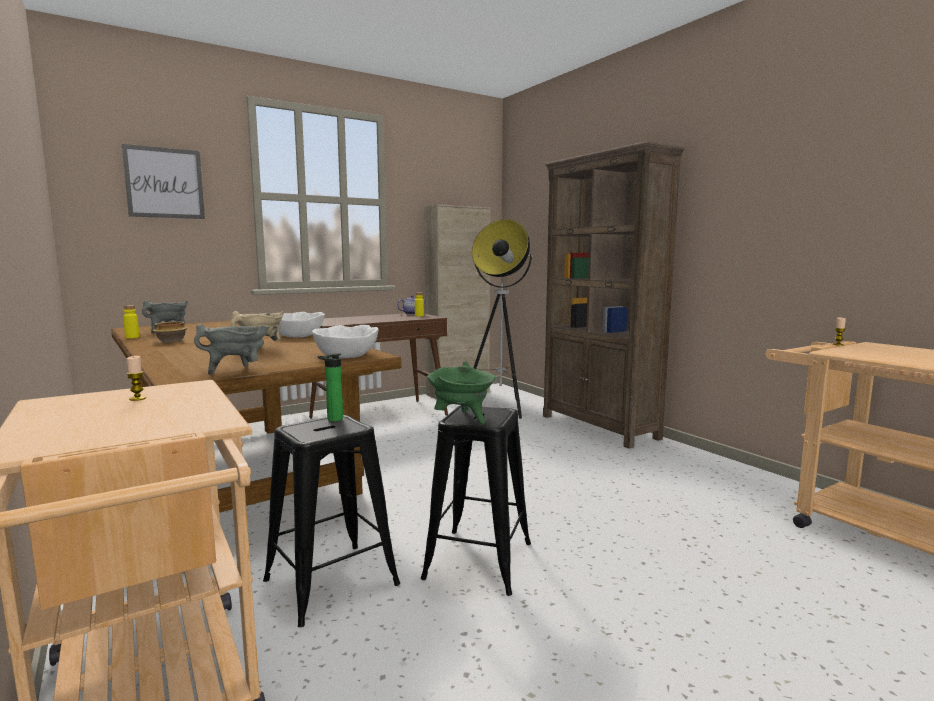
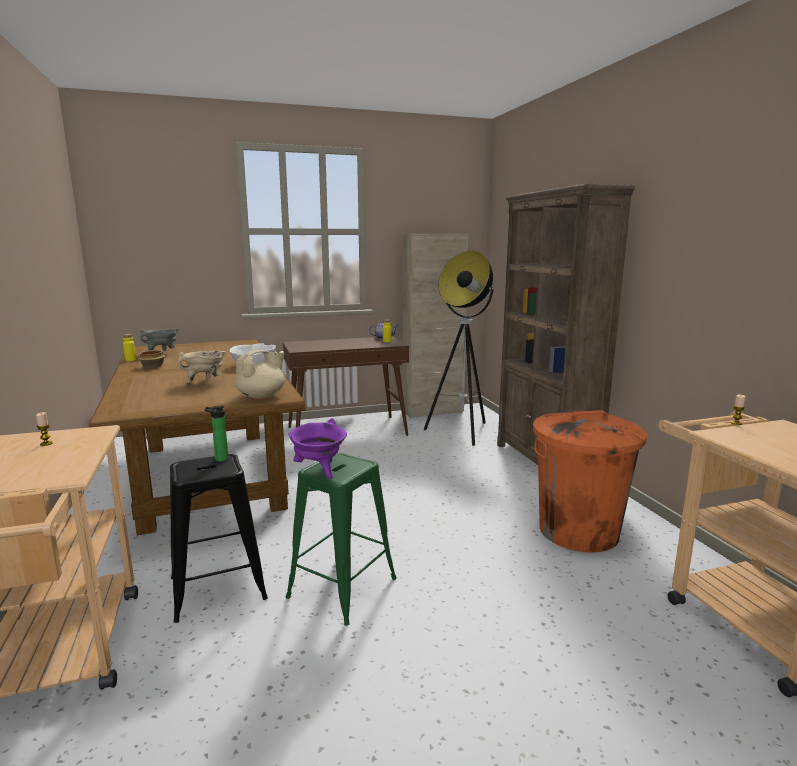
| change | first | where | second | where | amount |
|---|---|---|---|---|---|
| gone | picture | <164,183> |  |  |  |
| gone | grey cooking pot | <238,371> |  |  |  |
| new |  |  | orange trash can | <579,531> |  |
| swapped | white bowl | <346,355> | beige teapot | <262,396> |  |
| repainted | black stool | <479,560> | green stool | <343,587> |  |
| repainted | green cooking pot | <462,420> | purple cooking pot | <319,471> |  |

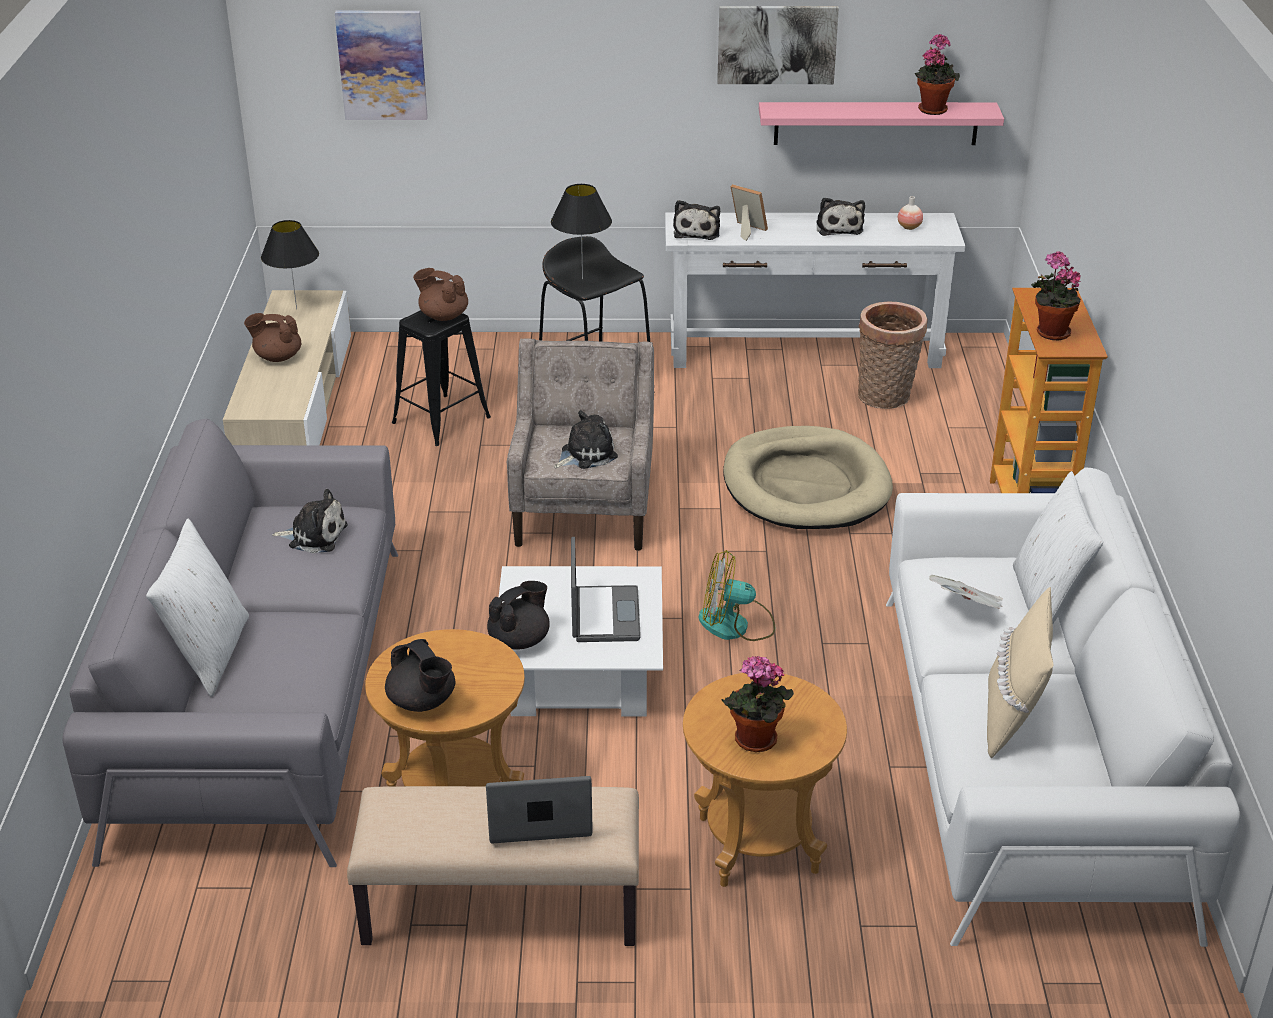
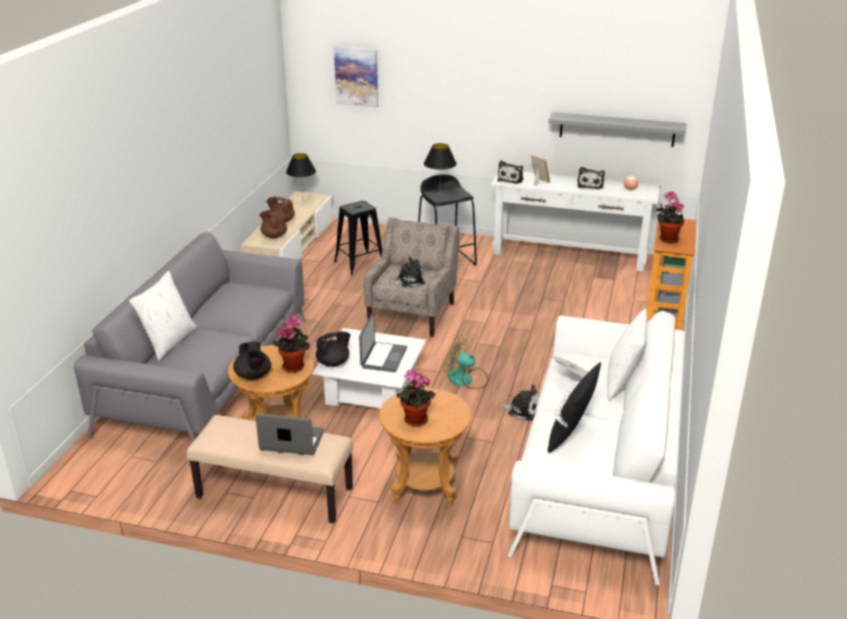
| change | first | where | second | where | amount |
|---|---|---|---|---|---|
| gone | picture | <777,44> |  |  |  |
| gone | beige dog bed | <805,485> |  |  |  |
| gone | basket | <886,398> |  |  |  |
| shifted | plush toy | <314,535> |  | <522,409> |  |
| shifted | brown teapot | <443,316> |  | <274,236> |  |
| shifted | potted plant | <932,109> |  | <294,366> |  |
| repainted | pink shelf | <876,123> | grey shelf | <617,129> |  |
| repainted | beige pillow | <1012,718> | black pillow | <571,435> |  |

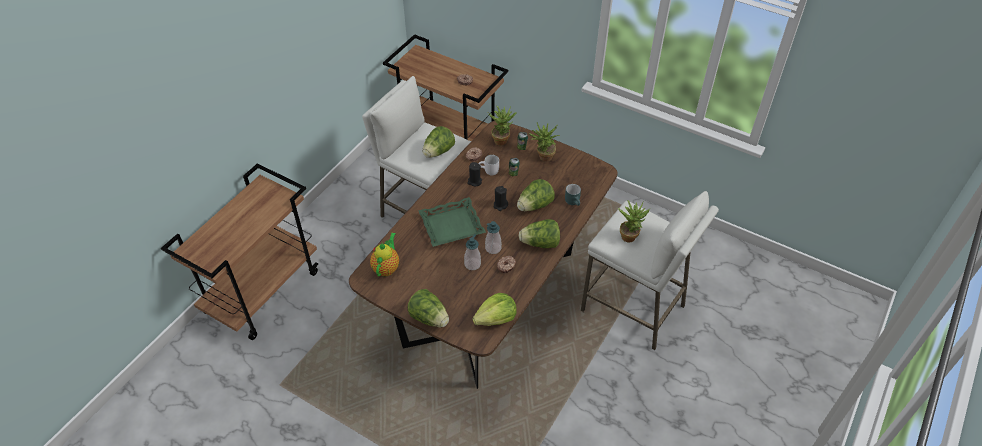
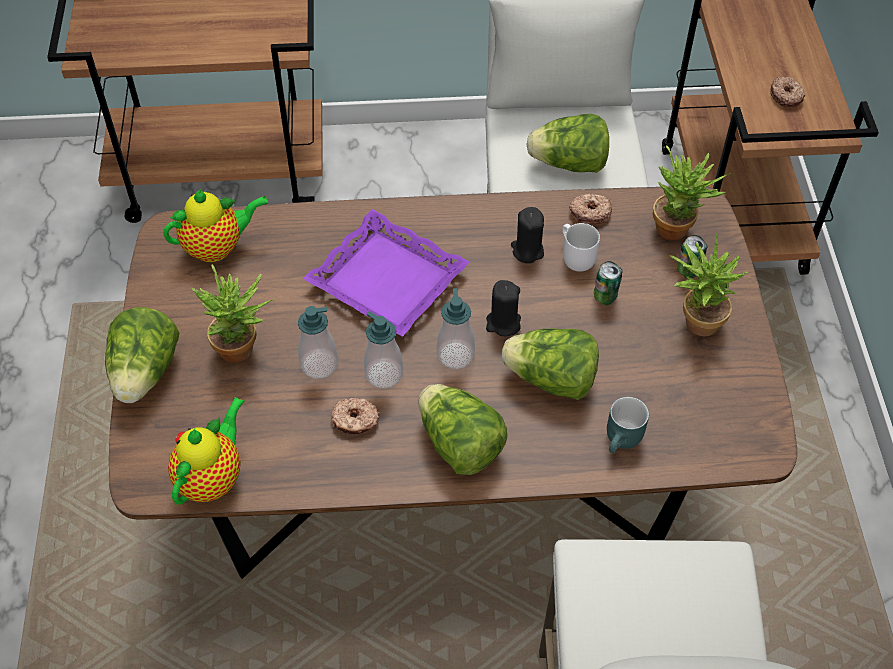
| change | first | where | second | where | amount |
|---|---|---|---|---|---|
| new |  |  | soap dispenser | <455,355> |  |
| shifted | potted plant | <630,235> |  | <243,349> |  |
| swapped | lettuce | <496,319> | teapot | <213,477> |  |
| repainted | green tray | <452,226> | purple tray | <386,281> |  |

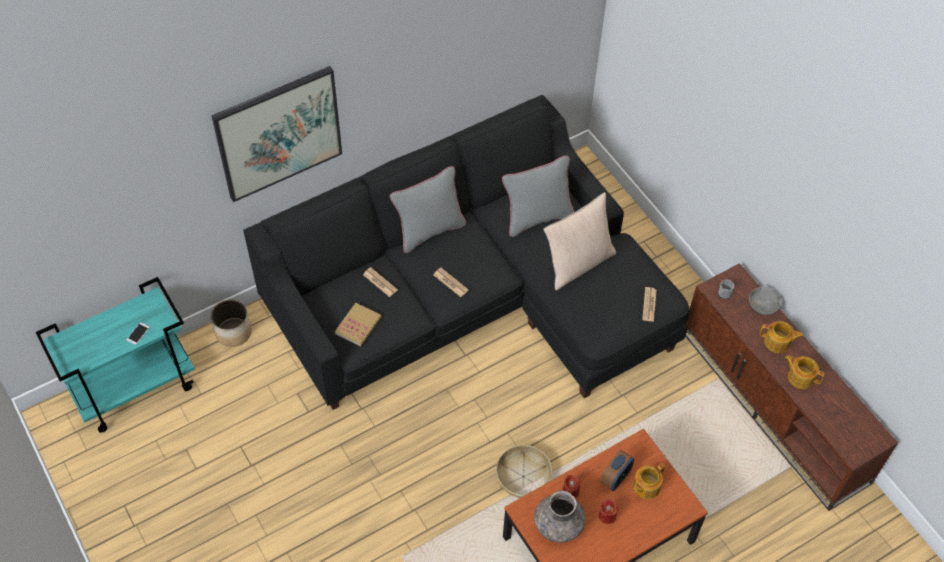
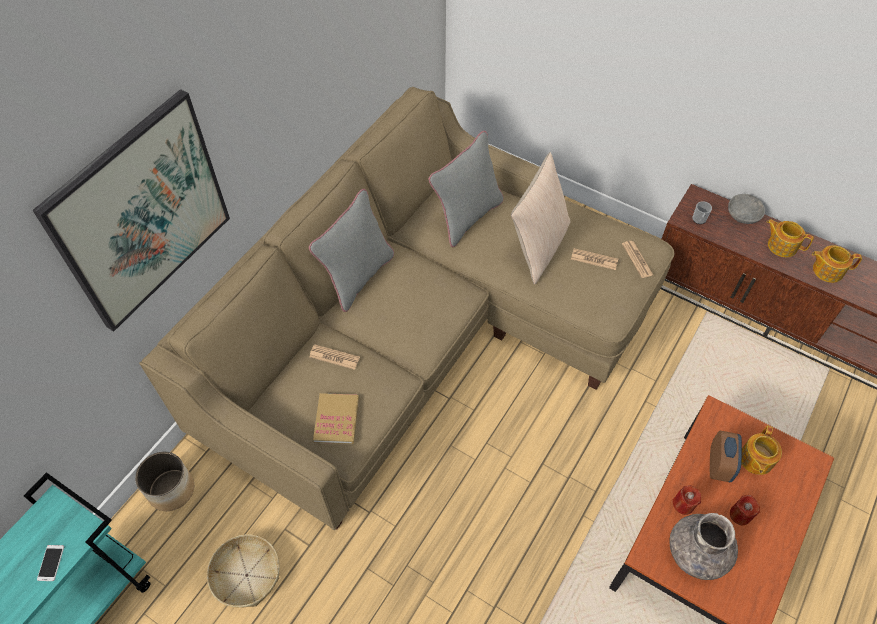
| change | first | where | second | where | amount |
|---|---|---|---|---|---|
| shifted | newspaper | <450,282> |  | <594,259> |  |
| shifted | basket | <523,476> |  | <247,575> |  |
| repainted | black sofa | <473,299> | beige sofa | <424,335> |  |
| rotated | teapot | <777,342> |  | <781,245> | 135 degrees counterclockwise |

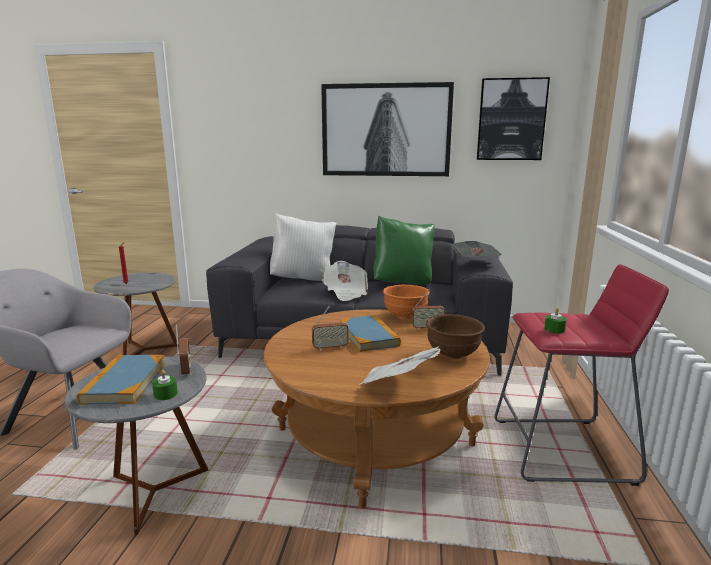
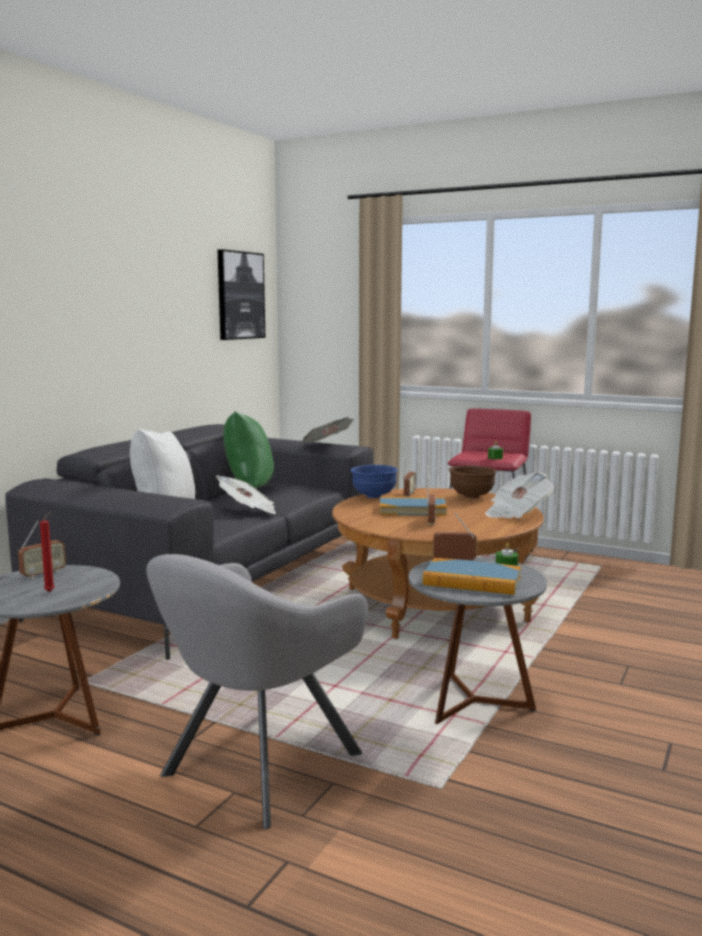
| change | first | where | second | where | amount |
|---|---|---|---|---|---|
| gone | picture | <385,130> |  |  |  |
| new |  |  | radio | <43,574> |  |
| repainted | orange bowl | <405,316> | blue bowl | <373,496> |  |

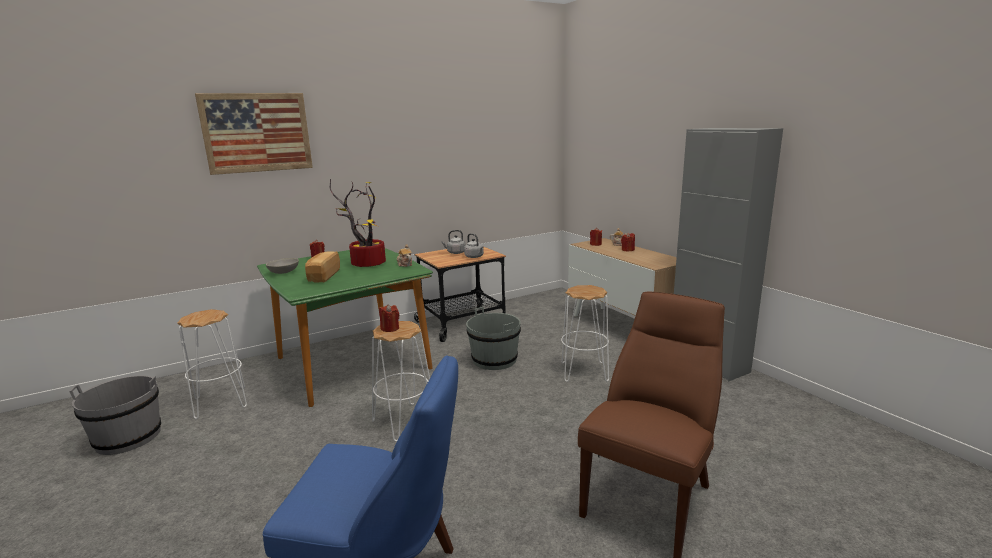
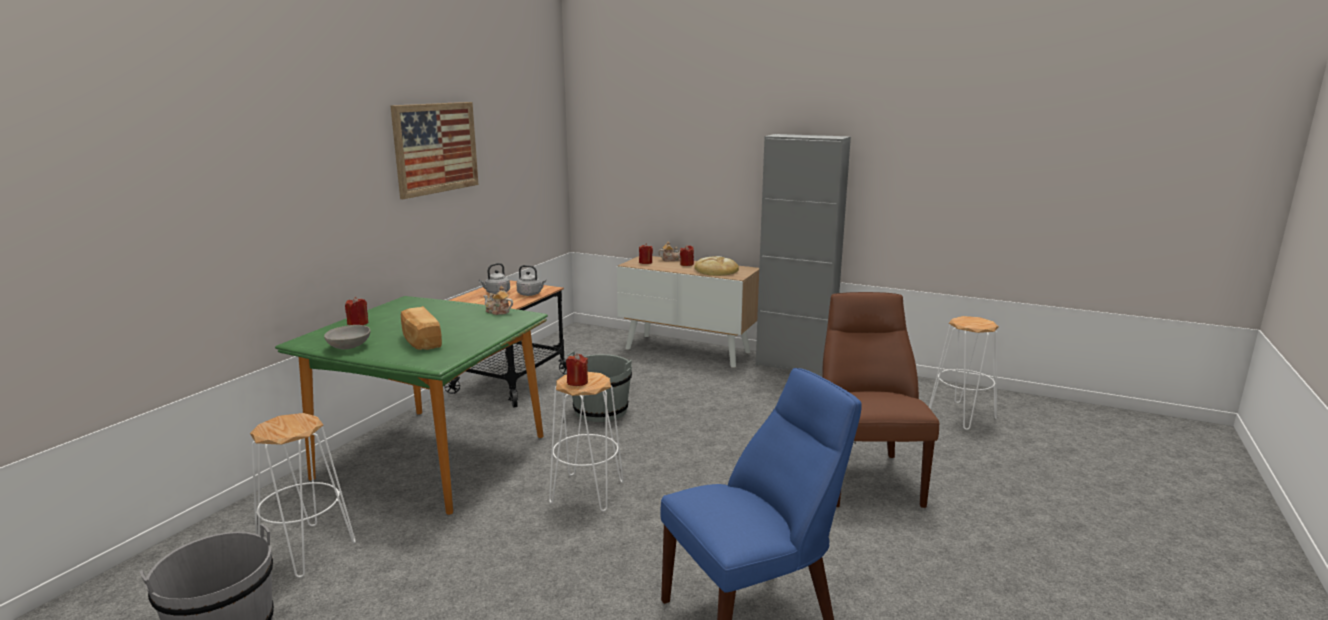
| change | first | where | second | where | amount |
|---|---|---|---|---|---|
| gone | potted plant | <365,264> |  |  |  |
| new |  |  | bread | <716,270> |  |
| shifted | picture | <257,133> |  | <436,148> |  |
| shifted | white stool | <583,372> |  | <961,416> |  |

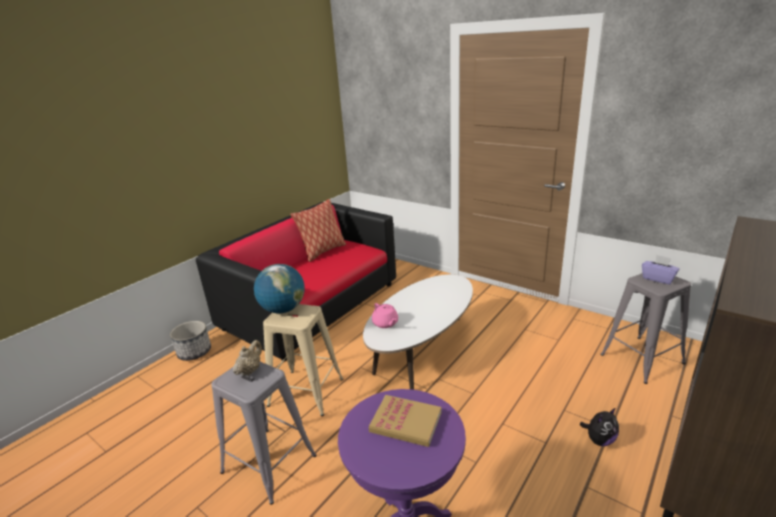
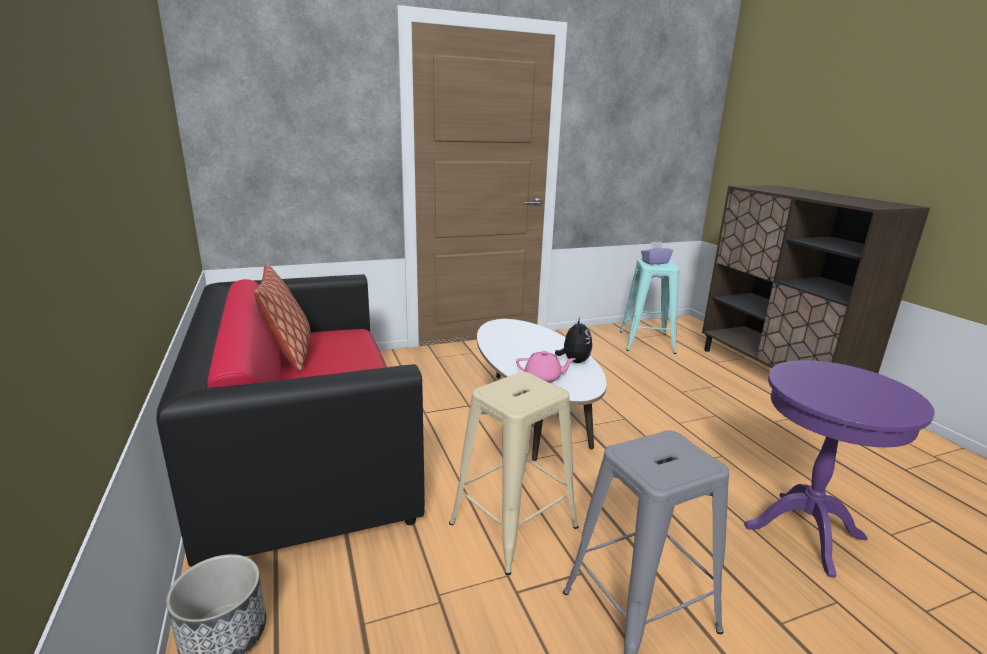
| change | first | where | second | where | amount |
|---|---|---|---|---|---|
| gone | beige teapot | <250,370> |  |  |  |
| gone | globe | <283,309> |  |  |  |
| gone | book | <405,422> |  |  |  |
| shifted | plush toy | <599,440> |  | <574,361> |  |
| repainted | grey stool | <642,359> | turquoise stool | <646,342> |  |

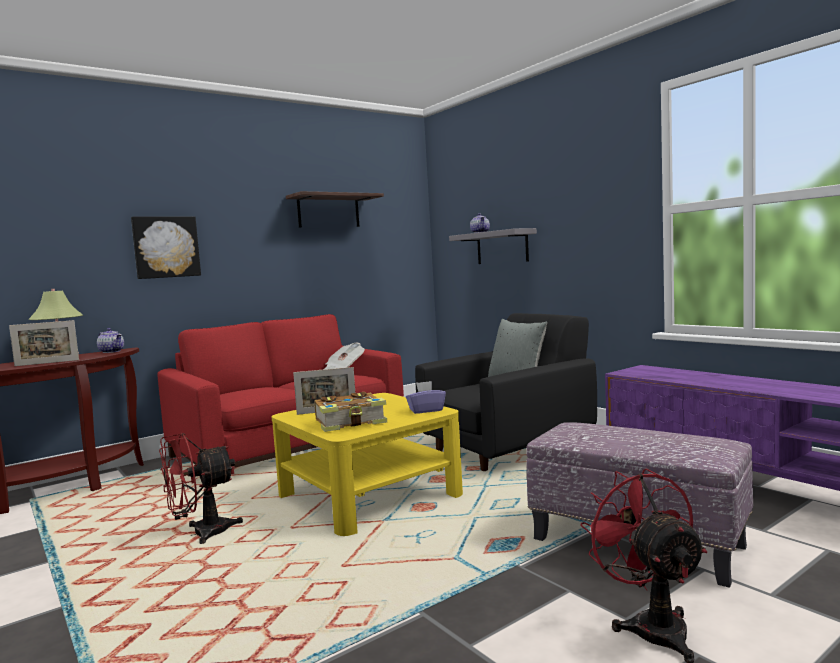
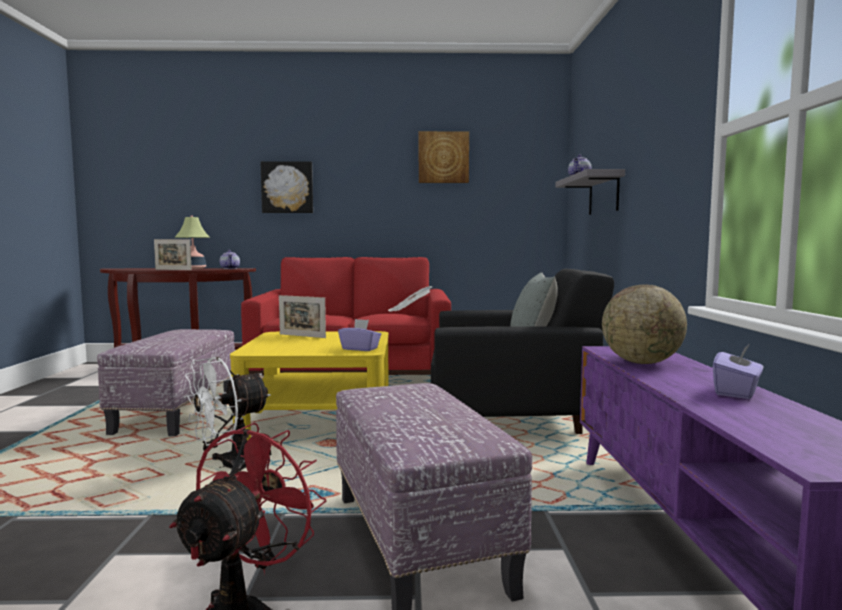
| change | first | where | second | where | amount |
|---|---|---|---|---|---|
| gone | book | <351,422> |  |  |  |
| new |  |  | white fan | <229,466> |  |
| new |  |  | globe | <641,362> |  |
| new |  |  | purple tissue box | <737,392> |  |
| swapped | red fan | <201,534> | ottoman | <177,414> |  |
| swapped | shelf | <328,211> | picture | <443,157> |  |

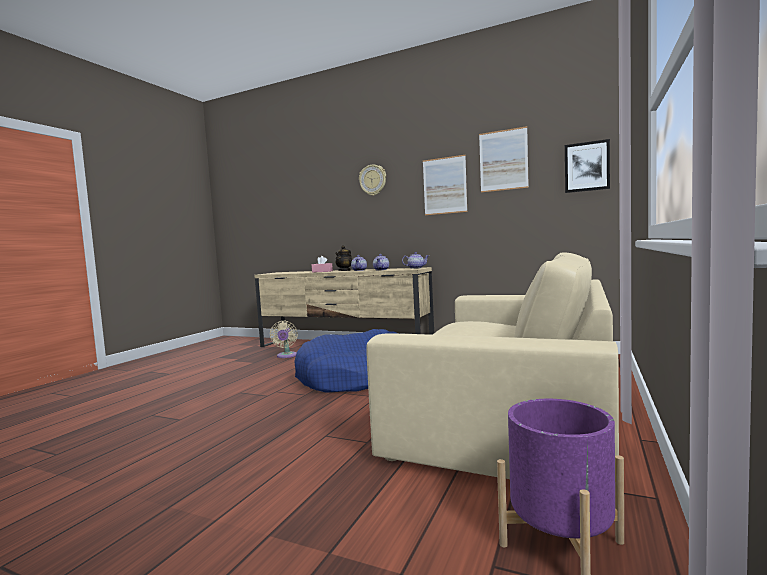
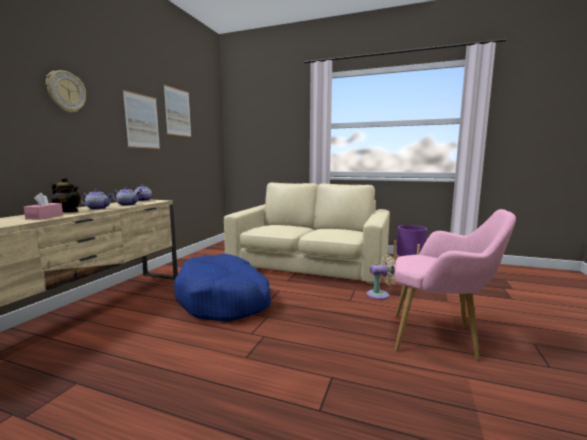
| change | first | where | second | where | amount |
|---|---|---|---|---|---|
| gone | picture | <586,167> |  |  |  |
| new |  |  | pink armchair | <439,338> |  |
| shifted | beige fan | <286,356> |  | <380,295> |  |

